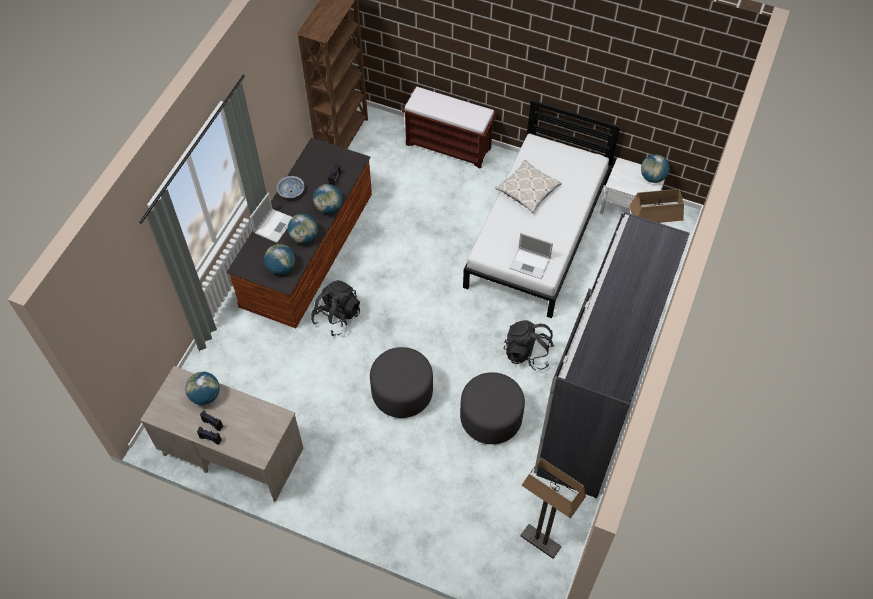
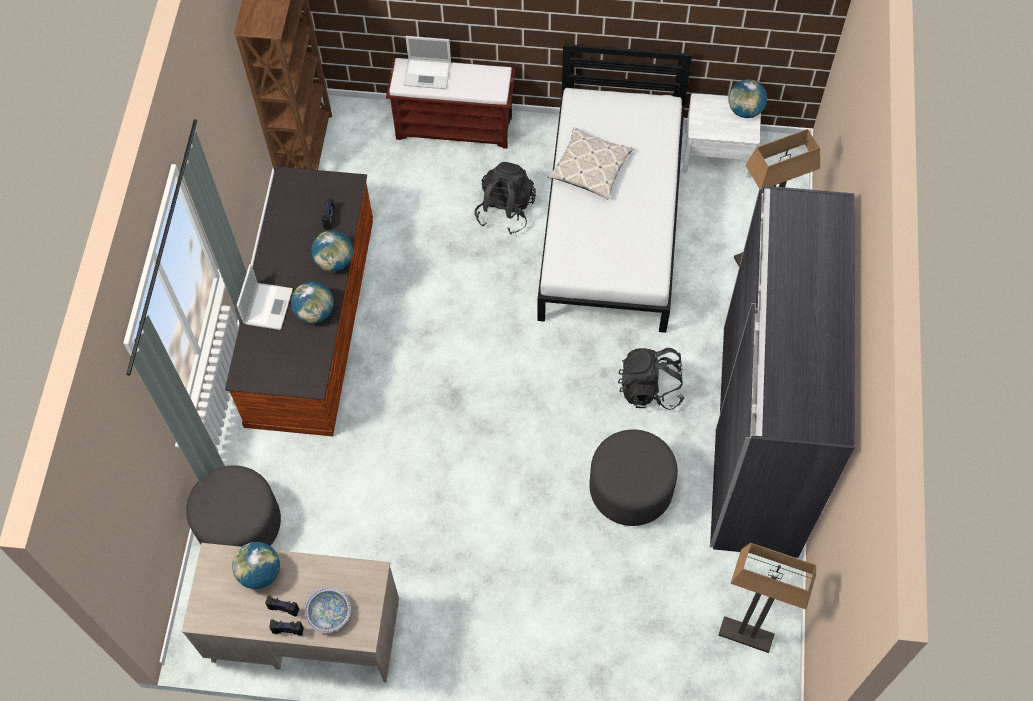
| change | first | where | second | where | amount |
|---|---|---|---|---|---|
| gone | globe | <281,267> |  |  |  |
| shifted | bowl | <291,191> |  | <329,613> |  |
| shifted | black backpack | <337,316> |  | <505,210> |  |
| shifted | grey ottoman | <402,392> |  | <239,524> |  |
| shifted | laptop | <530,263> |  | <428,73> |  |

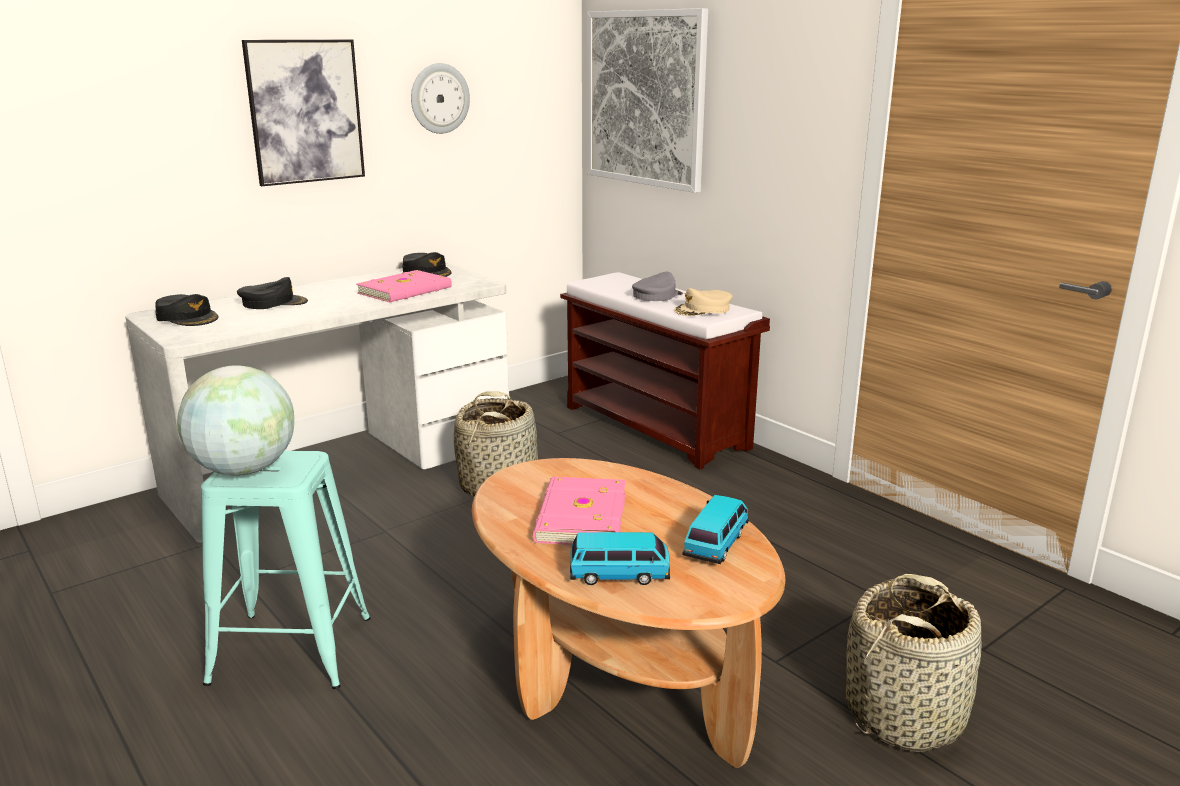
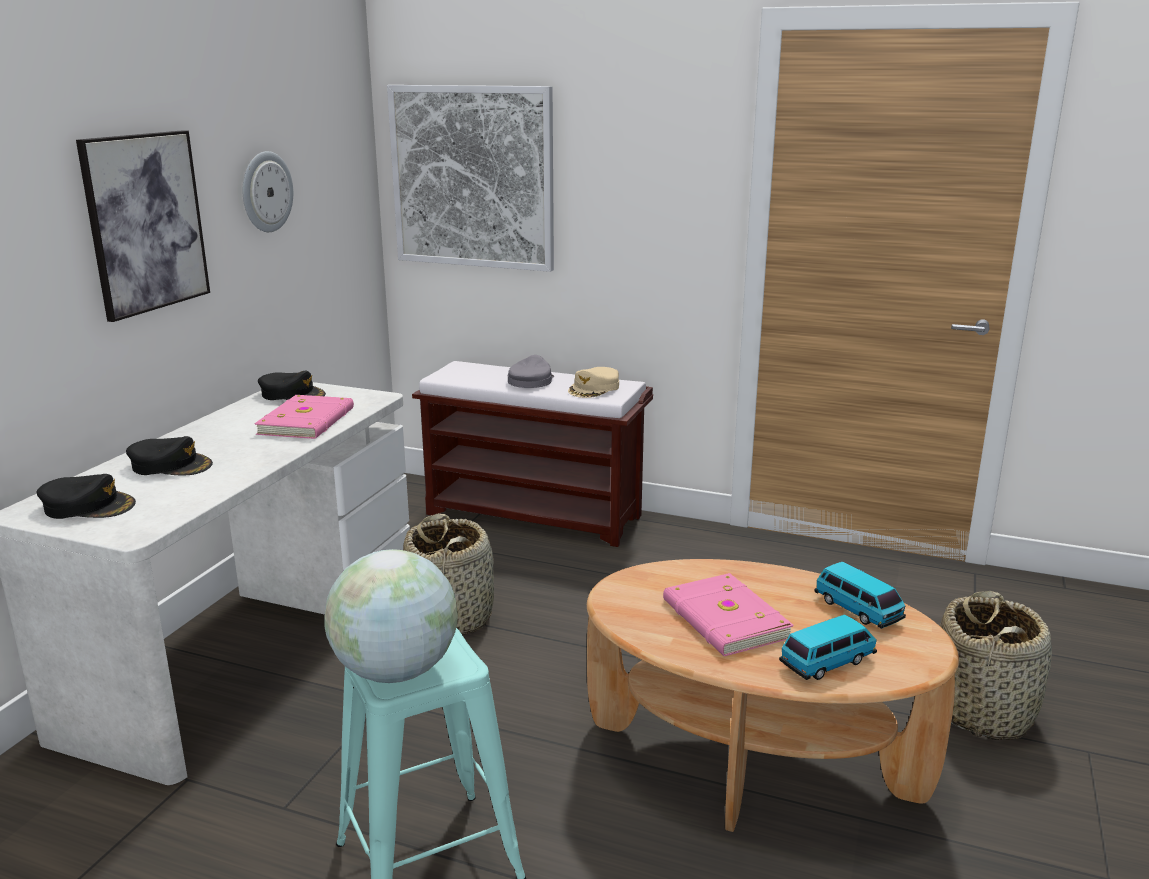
| change | first | where | second | where | amount |
|---|---|---|---|---|---|
| rotated | black cap | <273,303> |  | <171,465> | 60 degrees clockwise |
| rotated | toy car | <716,544> |  | <858,610> | 150 degrees clockwise |

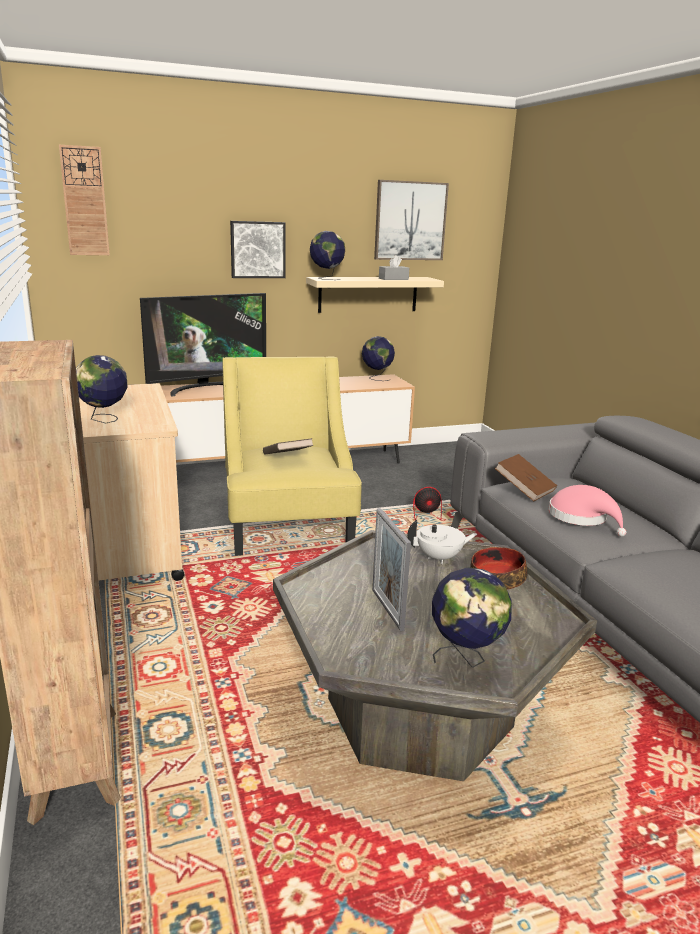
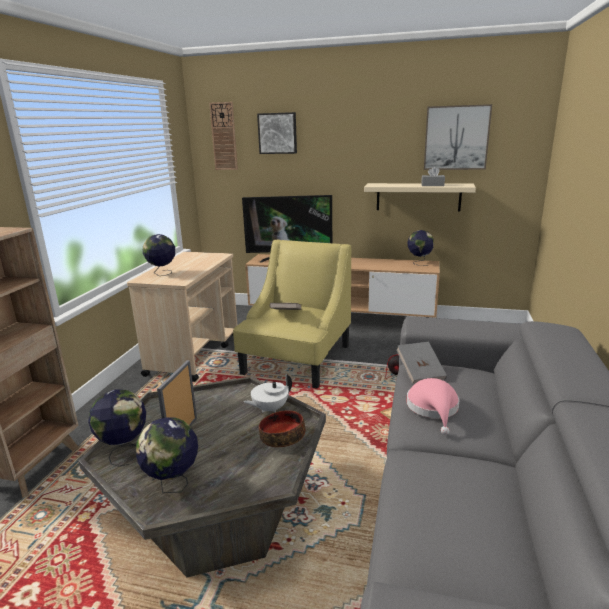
| change | first | where | second | where | amount |
|---|---|---|---|---|---|
| shifted | picture | <257,249> |  | <277,133> |  |
| shifted | globe | <326,278> |  | <125,451> |  |
| repainted | brown book | <524,489> | grey book | <420,373> |  |
| rotated | white teapot | <439,558> |  | <269,409> | 120 degrees clockwise |

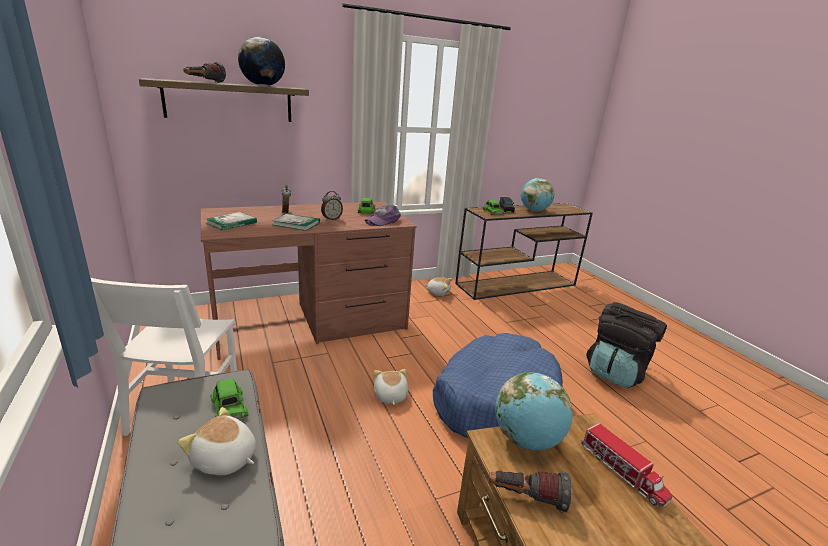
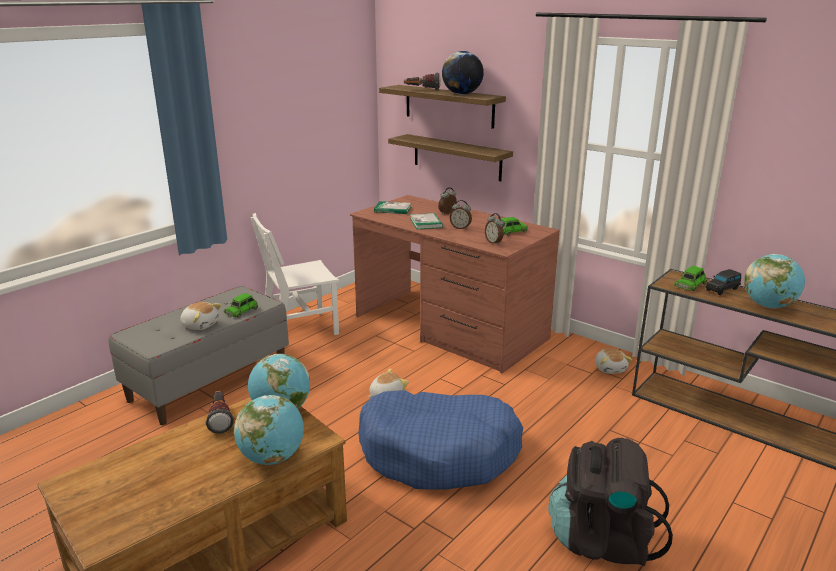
| change | first | where | second | where | amount |
|---|---|---|---|---|---|
| new |  |  | shelf | <456,157> |  |
| swapped | purple cap | <382,220> | alarm clock | <494,242> |  |
| swapped | toy truck | <622,471> | globe | <272,458> |  |
| rotated | plush toy | <224,459> |  | <200,325> | 120 degrees clockwise |

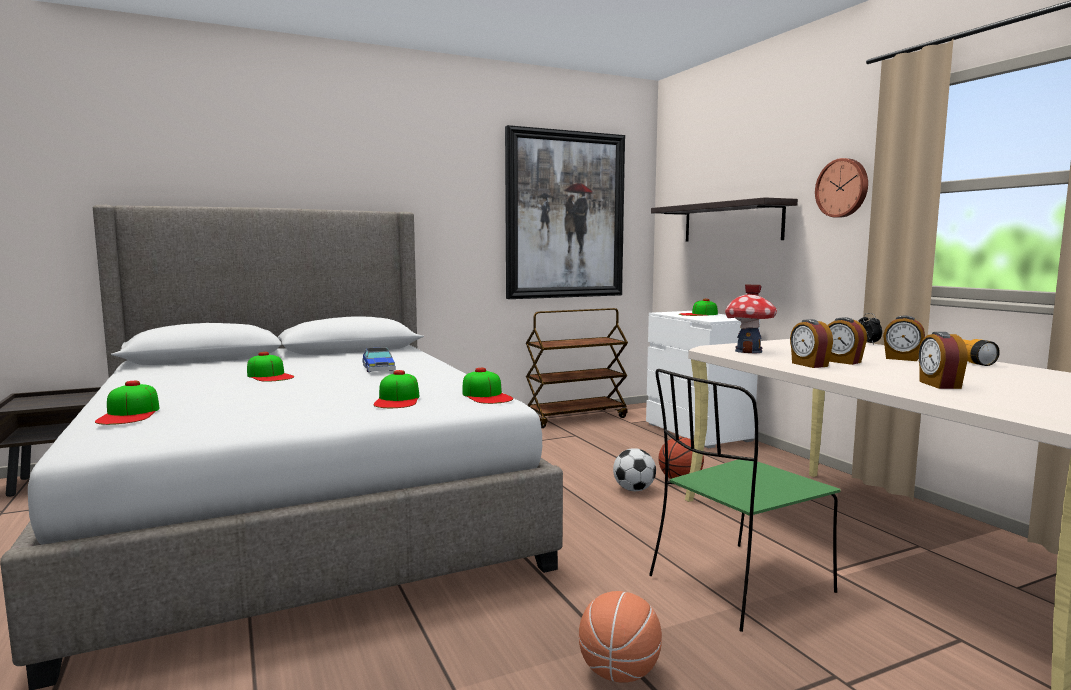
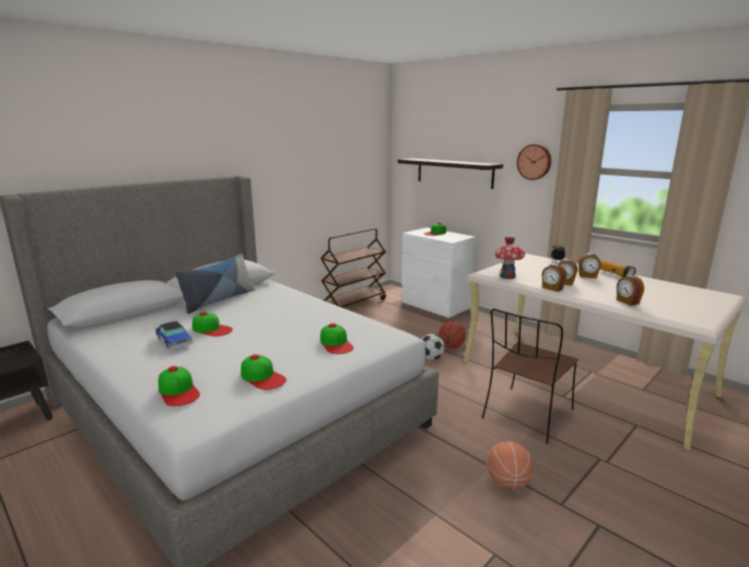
| change | first | where | second | where | amount |
|---|---|---|---|---|---|
| gone | picture | <565,215> |  |  |  |
| new |  |  | pillow | <218,300> |  |
| shifted | toy car | <378,369> |  | <174,341> |  |
| shifted | cap | <486,396> |  | <263,377> |  |
| repainted | green chair | <737,586> | brown chair | <527,415> |  |

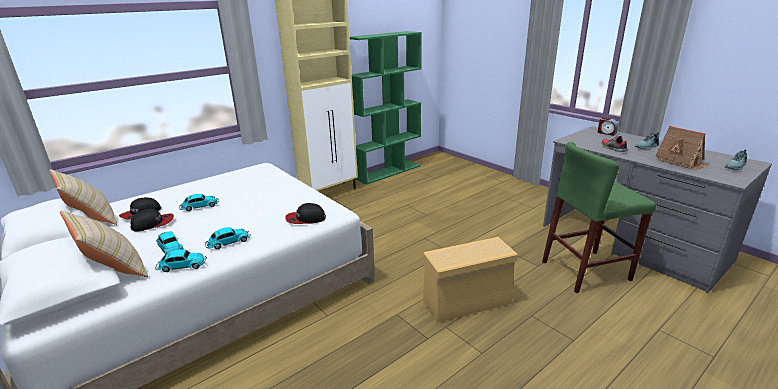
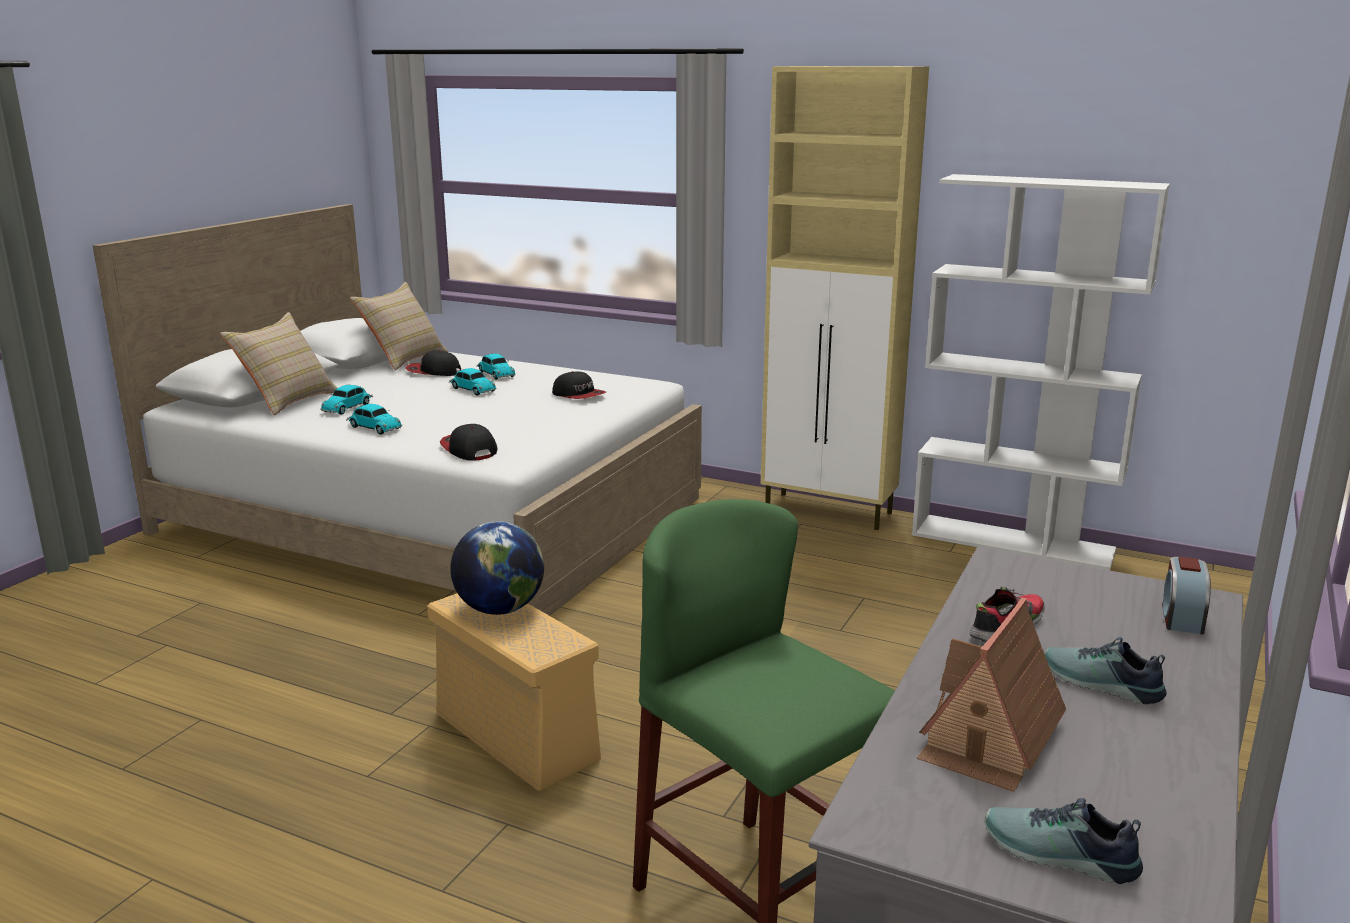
| change | first | where | second | where | amount |
|---|---|---|---|---|---|
| new |  |  | globe | <500,609> |  |
| shifted | cap | <153,224> |  | <579,395> |  |
| shifted | toy car | <181,266> |  | <495,374> |  |
| repainted | green bookcase | <388,172> | white bookcase | <1013,542> |  |

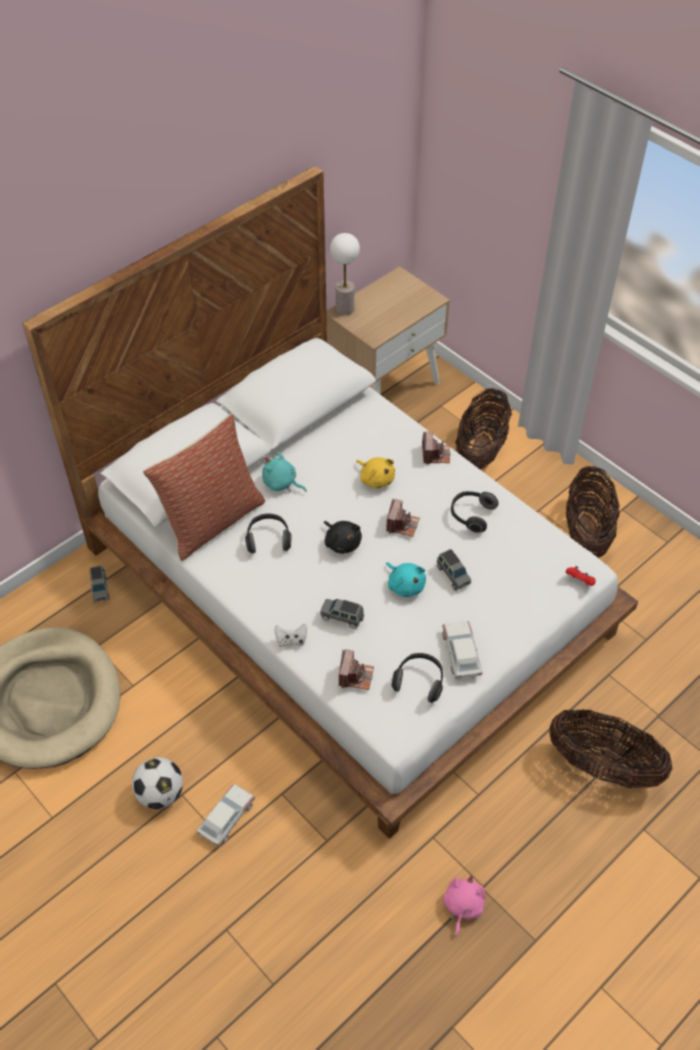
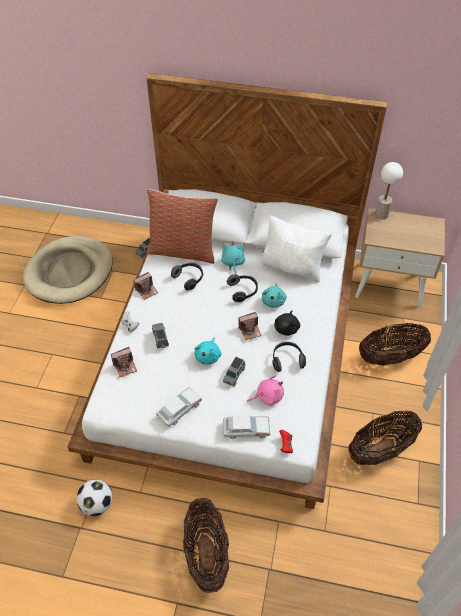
| change | first | where | second | where | amount |
|---|---|---|---|---|---|
| new |  |  | white pillow | <293,267> |  |
| shifted | football | <160,794> |  | <97,504> |  |
| shifted | toy car | <226,818> |  | <245,429> |  |
| shifted | black plush toy | <342,542> |  | <287,328> |  |
| shifted | headphones | <419,681> |  | <243,291> |  |
| shifted | photo camera | <435,454> |  | <146,290> |  |
| shifted | pink plush toy | <462,906> |  | <267,396> |  |
| repainted | yellow plush toy | <376,479> | turquoise plush toy | <273,301> |  |

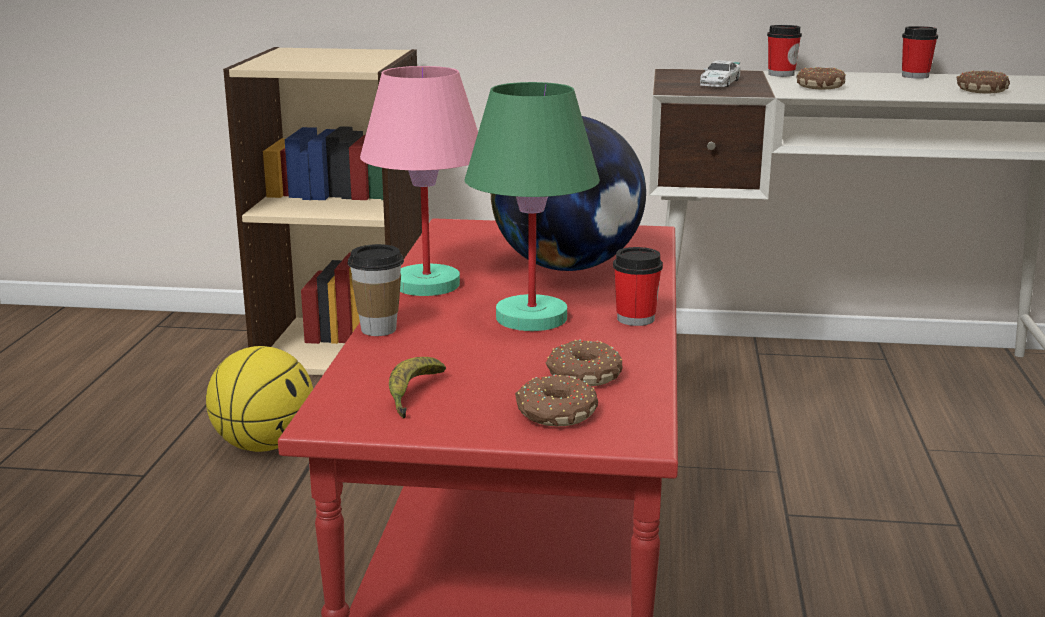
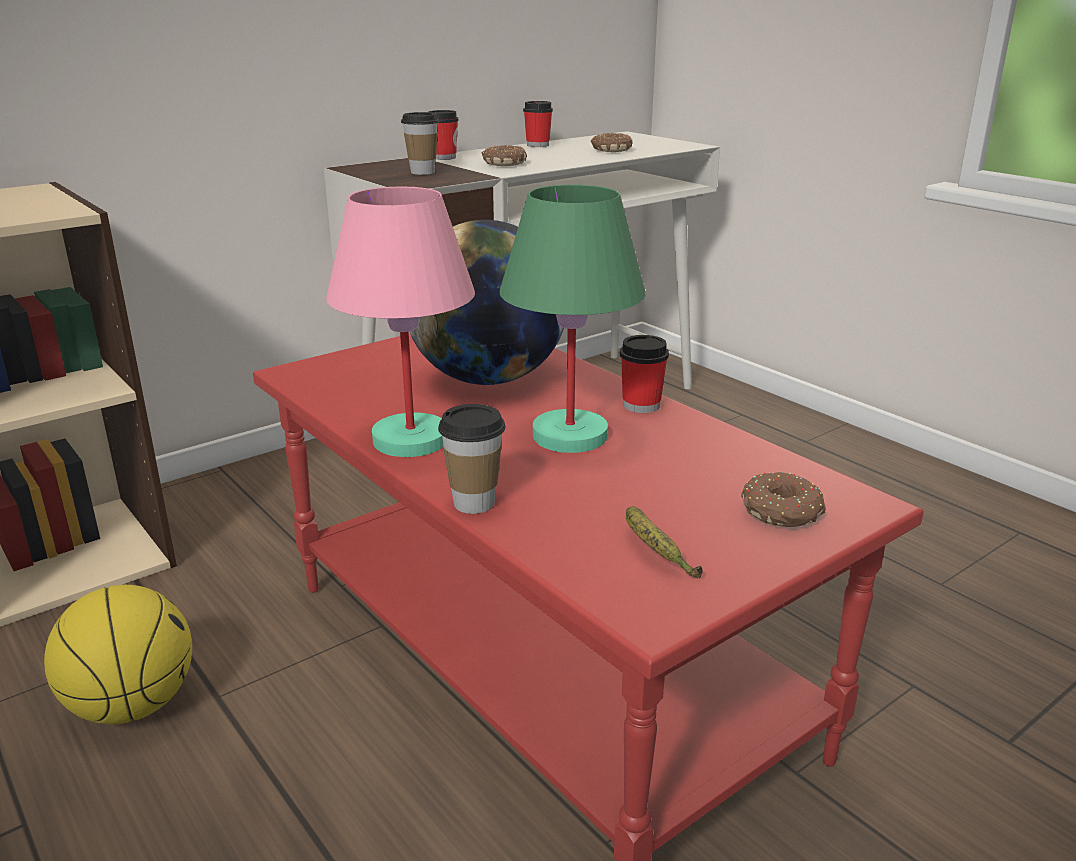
| change | first | where | second | where | amount |
|---|---|---|---|---|---|
| gone | donut | <582,375> |  |  |  |
| swapped | toy car | <719,83> | cup | <422,172> |  |

